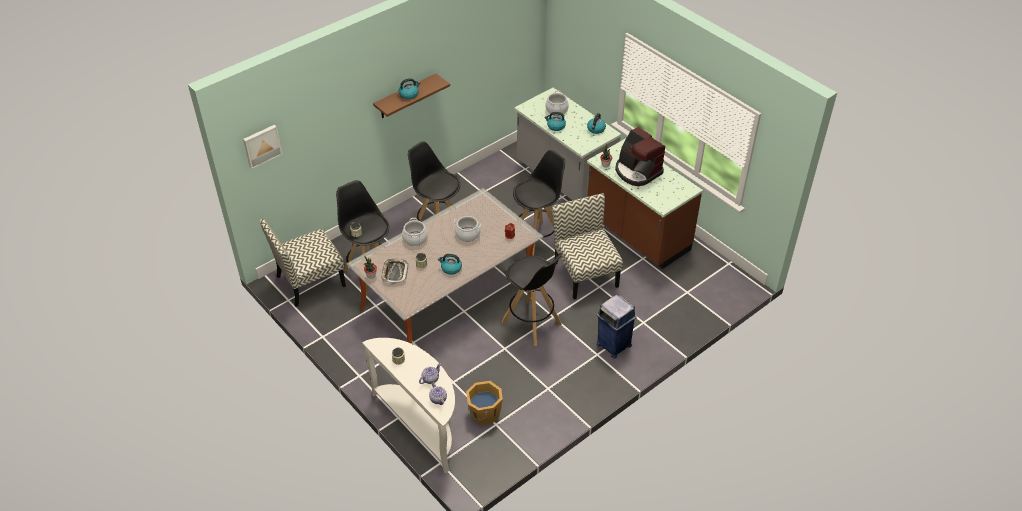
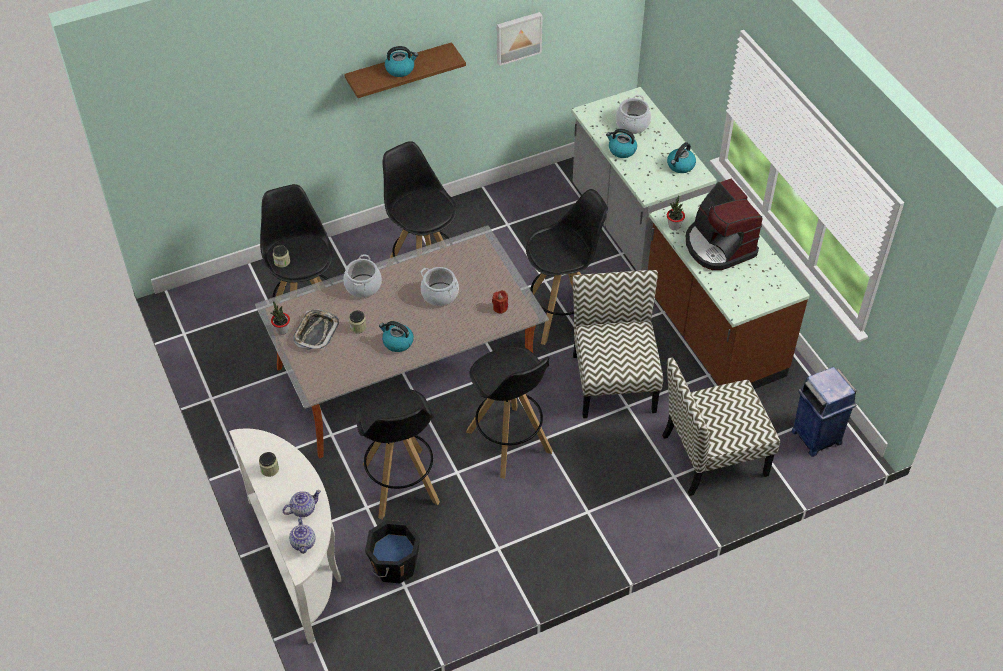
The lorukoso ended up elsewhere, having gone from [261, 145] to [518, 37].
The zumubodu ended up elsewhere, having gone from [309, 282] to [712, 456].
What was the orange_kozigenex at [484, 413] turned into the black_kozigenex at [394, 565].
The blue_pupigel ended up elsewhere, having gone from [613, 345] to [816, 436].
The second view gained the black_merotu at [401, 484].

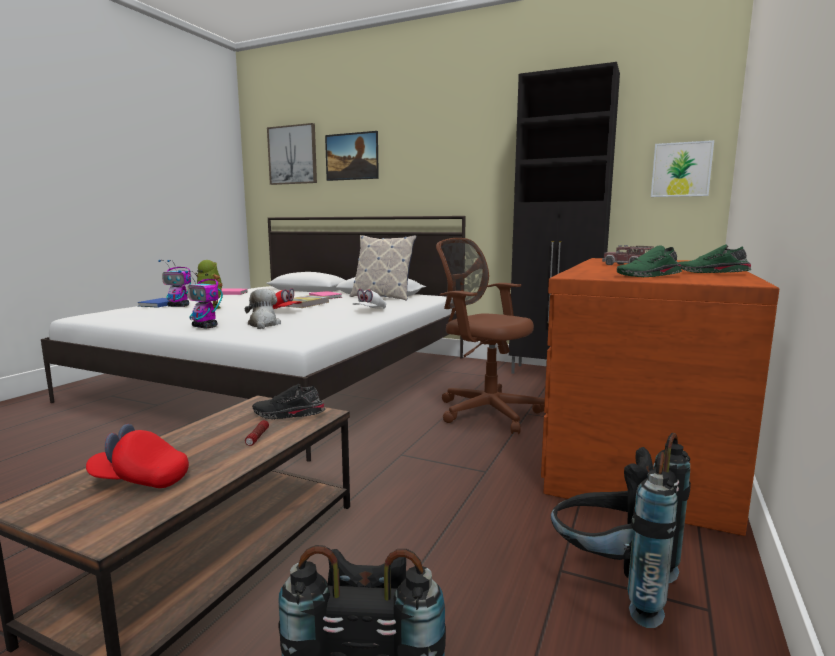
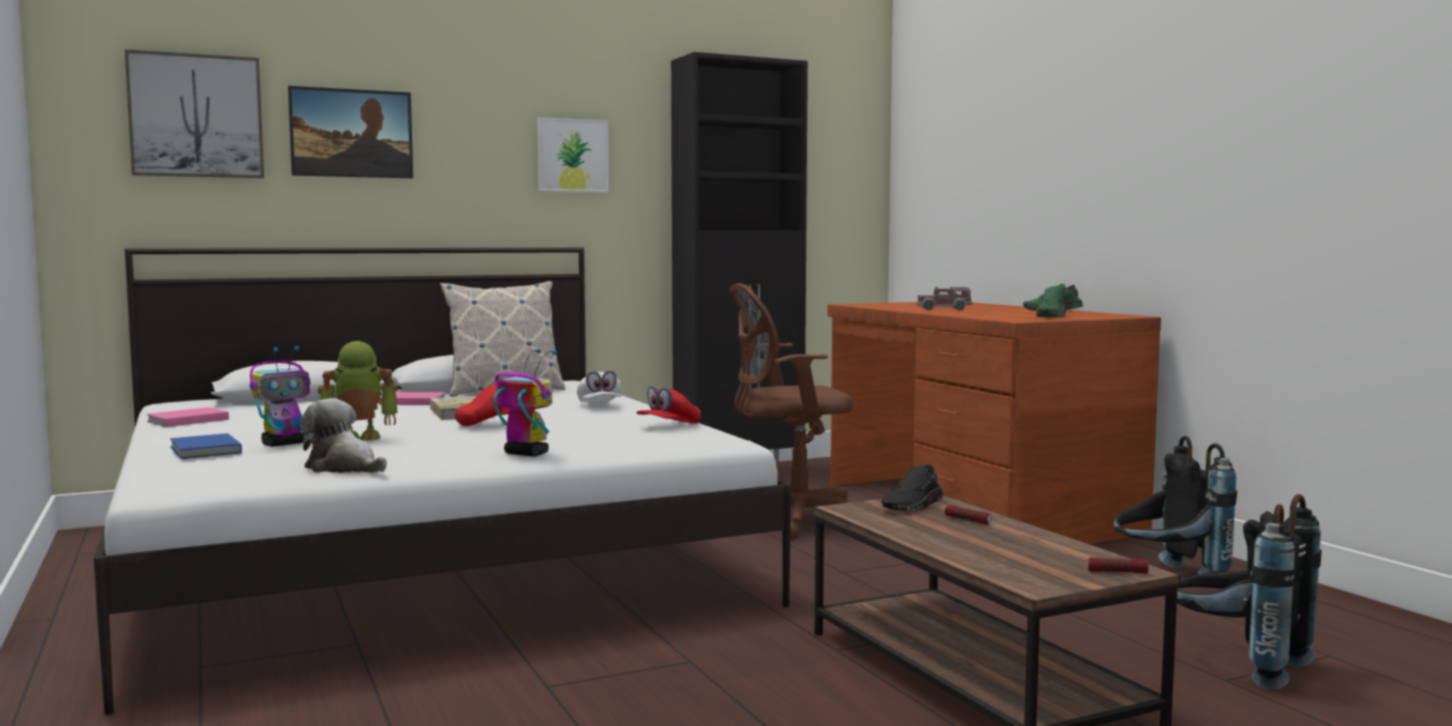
The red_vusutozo ended up elsewhere, having gone from [140, 480] to [669, 426].
The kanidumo at [205, 327] ended up facing another way, 135 degrees counterclockwise from before.
The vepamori ended up elsewhere, having gone from [263, 324] to [344, 468].
The lorukoso ended up elsewhere, having gone from [681, 169] to [572, 155].
The second view gained the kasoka at [1117, 572].

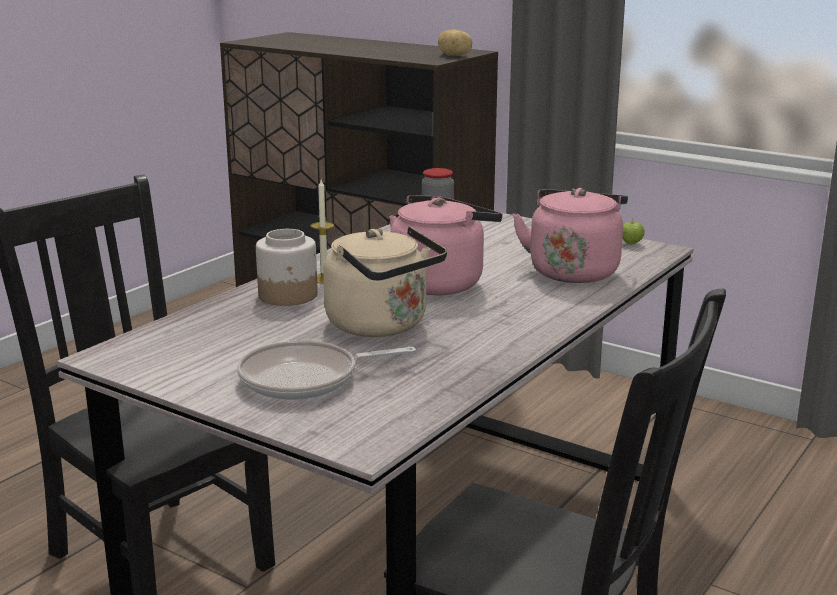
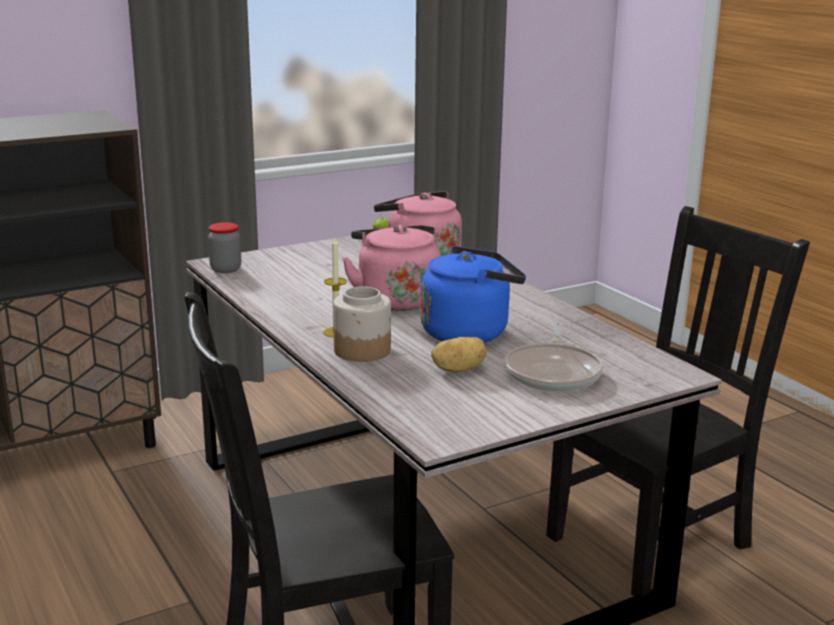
What was the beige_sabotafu at [382, 326] turned into the blue_sabotafu at [469, 332].
The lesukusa ended up elsewhere, having gone from [454, 55] to [458, 370].

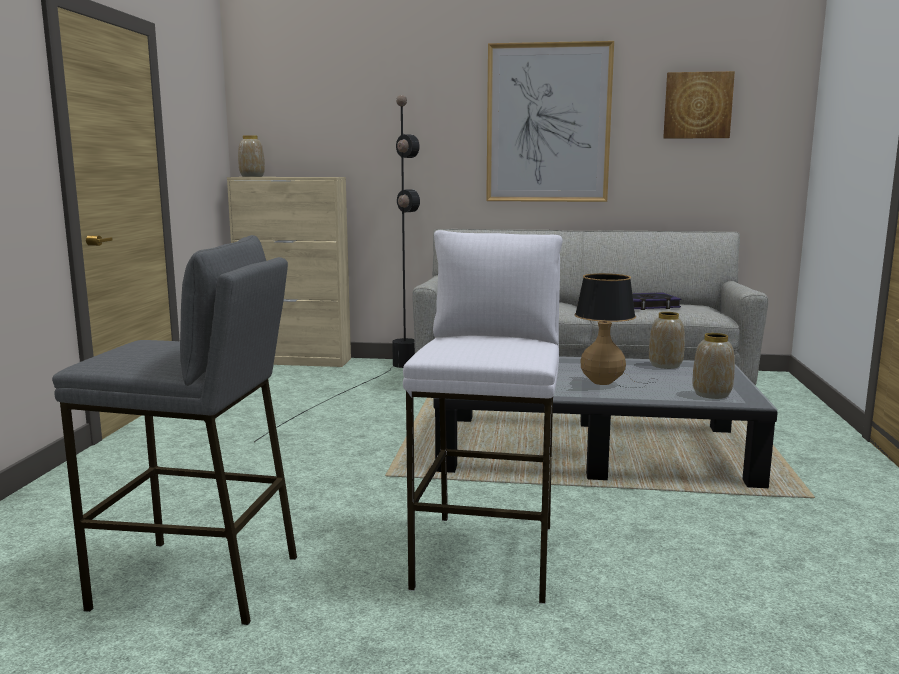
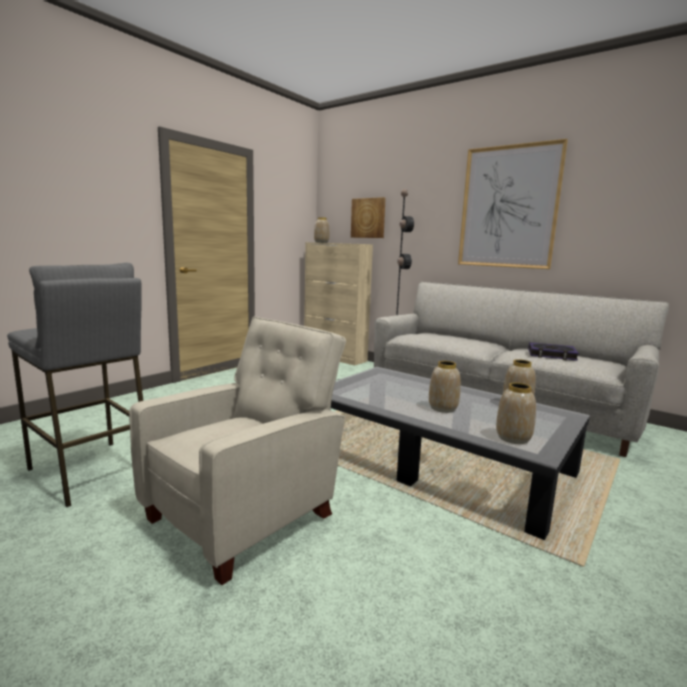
Where the white_merotu stood at [488, 555], the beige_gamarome came to stand at [247, 514].
Where the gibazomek stood at [609, 382], the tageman came to stand at [442, 408].
The lorukoso ended up elsewhere, having gone from [697, 105] to [368, 218].

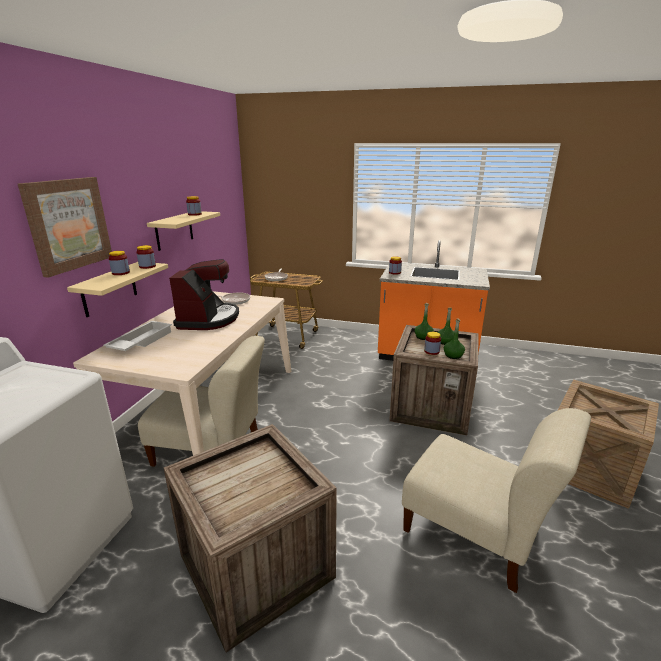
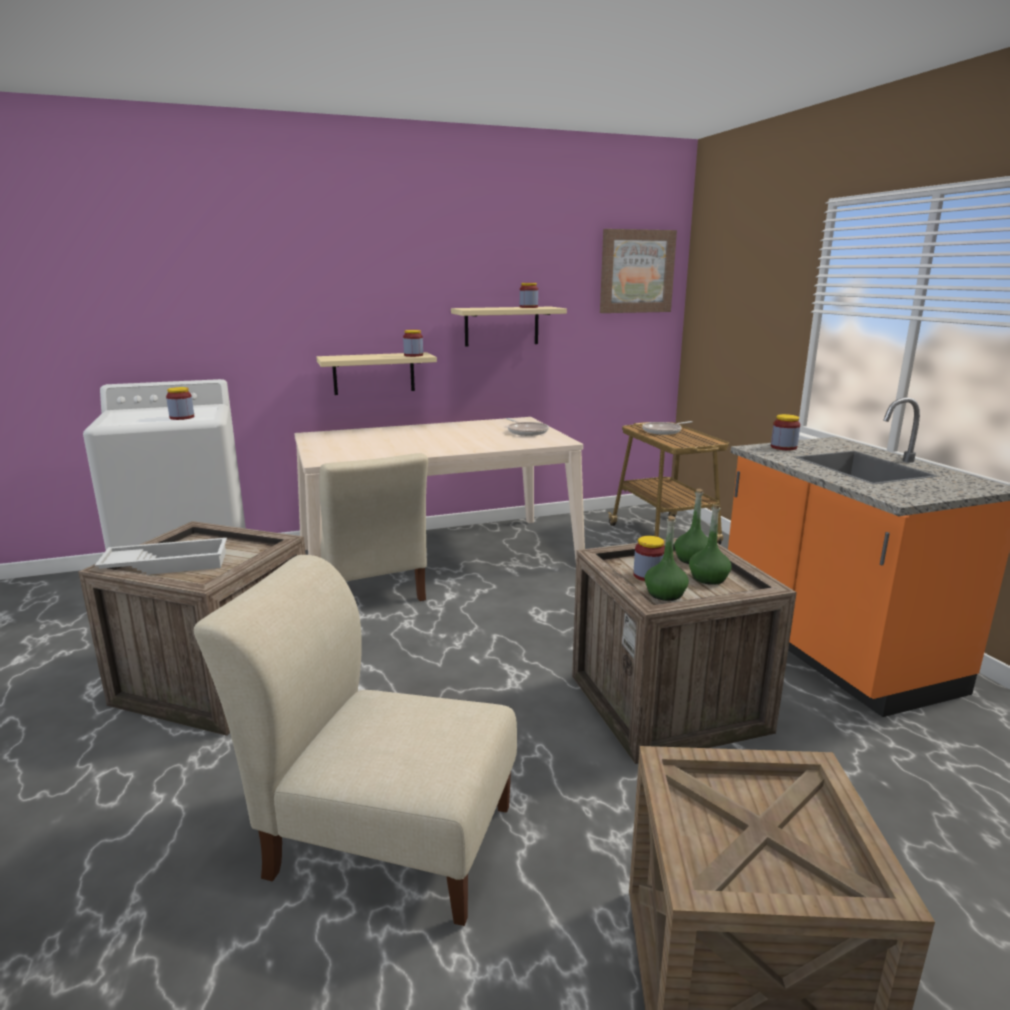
The lorukoso ended up elsewhere, having gone from [68, 224] to [636, 271].
The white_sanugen ended up elsewhere, having gone from [140, 341] to [168, 564].
The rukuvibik ended up elsewhere, having gone from [121, 273] to [182, 417].
The second view lost the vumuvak at [208, 319].
The beige_zumubodu at [476, 533] ended up facing another way, 105 degrees clockwise from before.

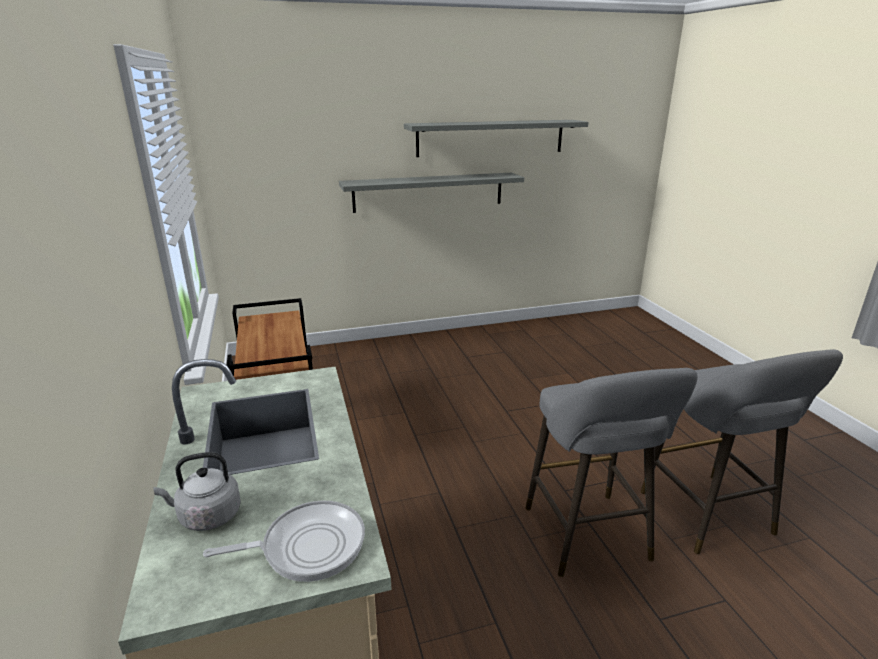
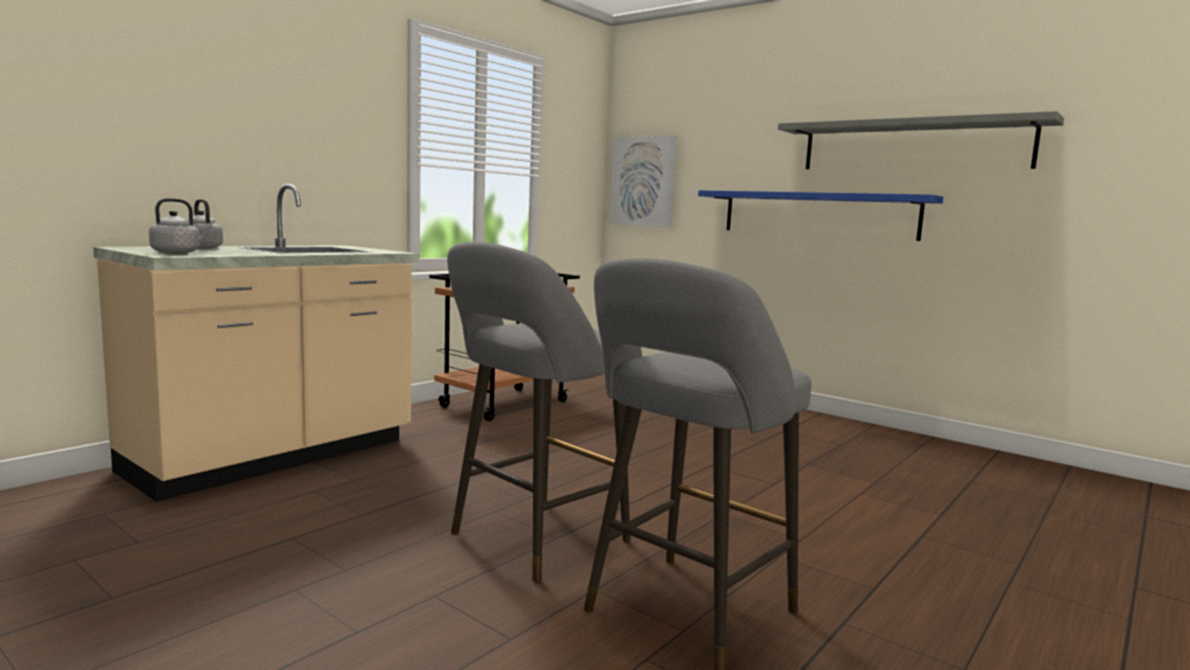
Where the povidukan stood at [307, 546], the grey_sabotafu came to stand at [178, 253].
What was the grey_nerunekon at [428, 192] turned into the blue_nerunekon at [817, 214].
The second view gained the lorukoso at [643, 181].

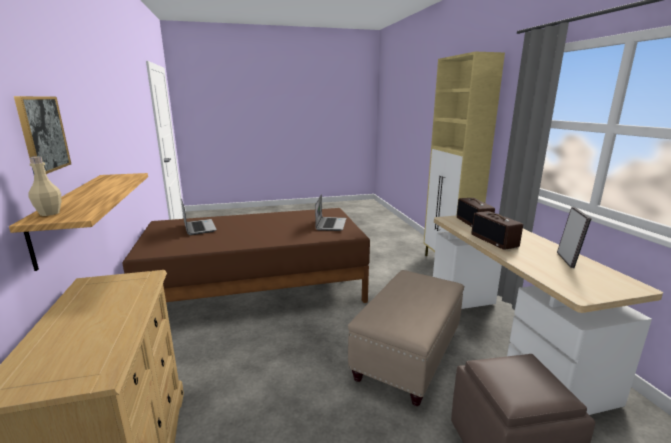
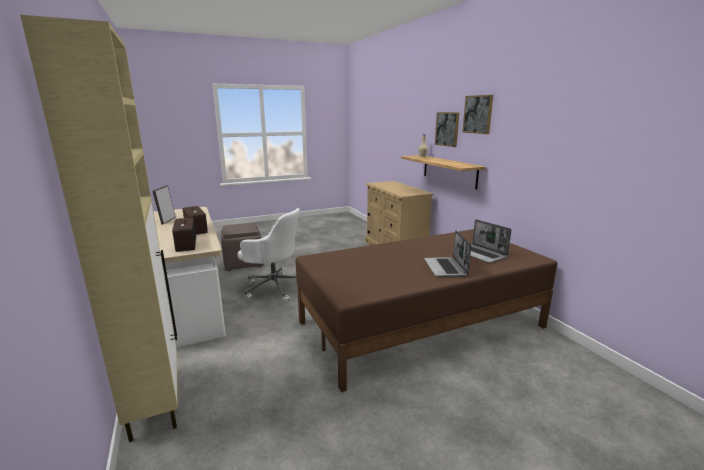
The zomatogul ended up elsewhere, having gone from [330, 224] to [446, 268].
Where the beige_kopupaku stood at [408, 355], the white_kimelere came to stand at [274, 287].
The second view gained the lorukoso at [478, 114].

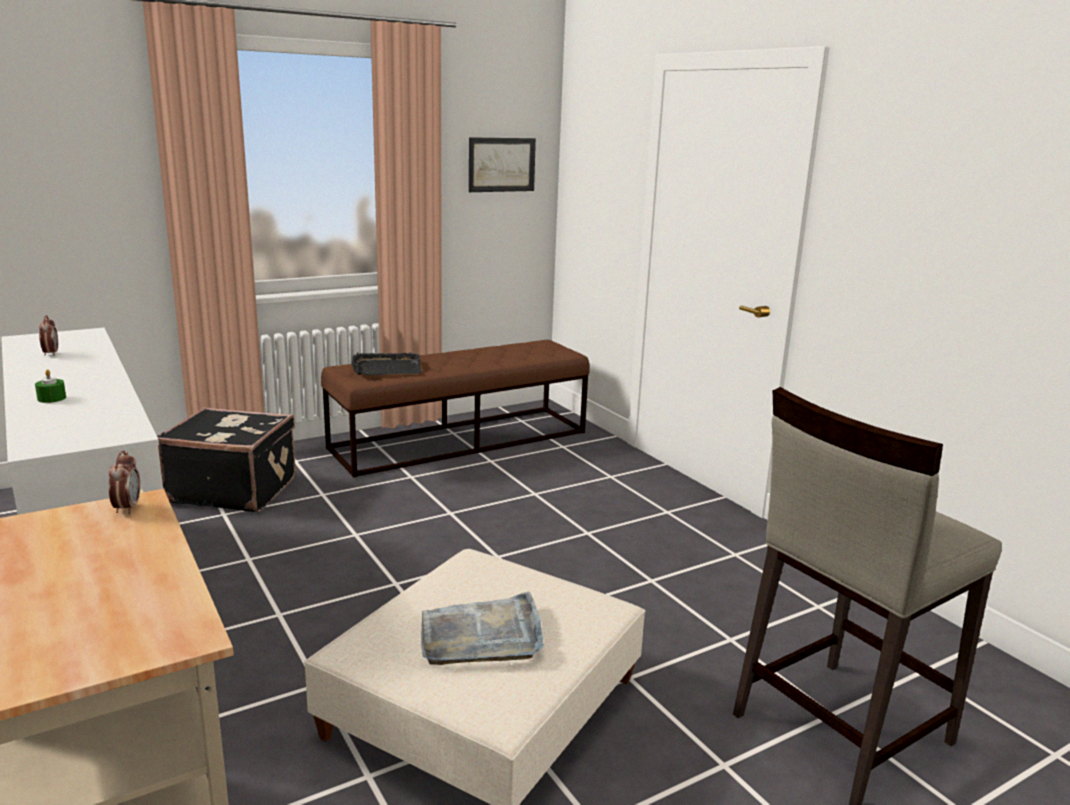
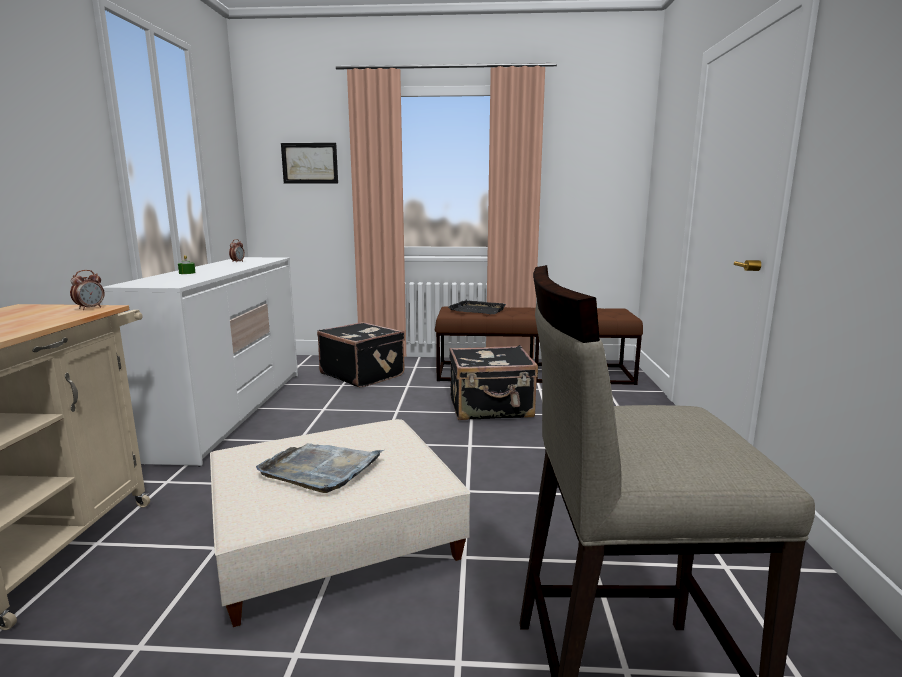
The lorukoso ended up elsewhere, having gone from [501, 164] to [310, 163].
The second view gained the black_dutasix at [491, 408].

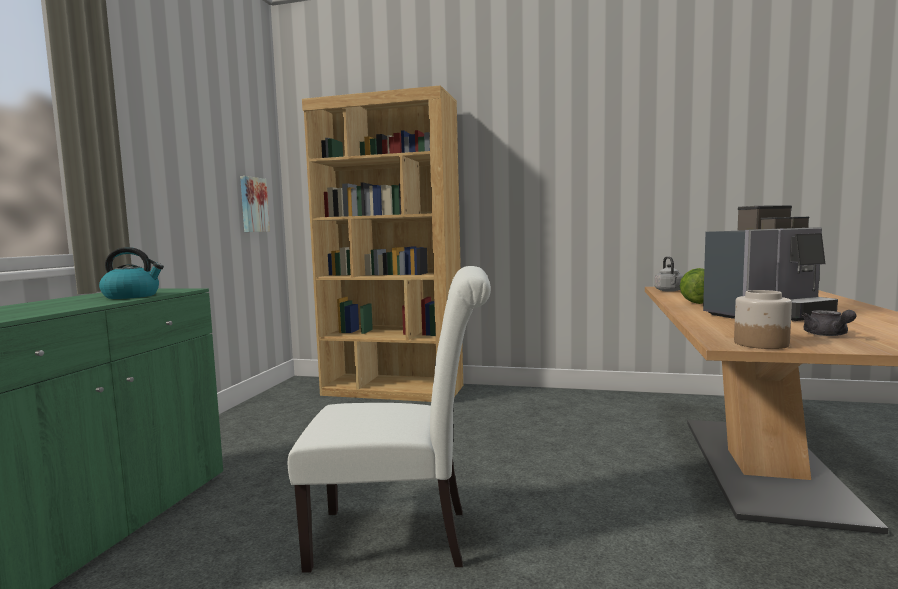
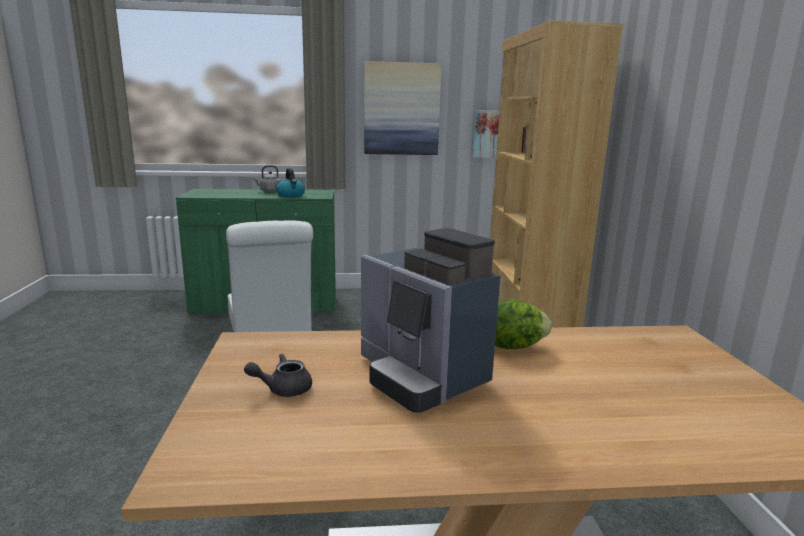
The grey_sabotafu ended up elsewhere, having gone from [669, 291] to [269, 191].
The second view lost the rukuvibik at [760, 344].
The second view gained the lorukoso at [401, 109].

